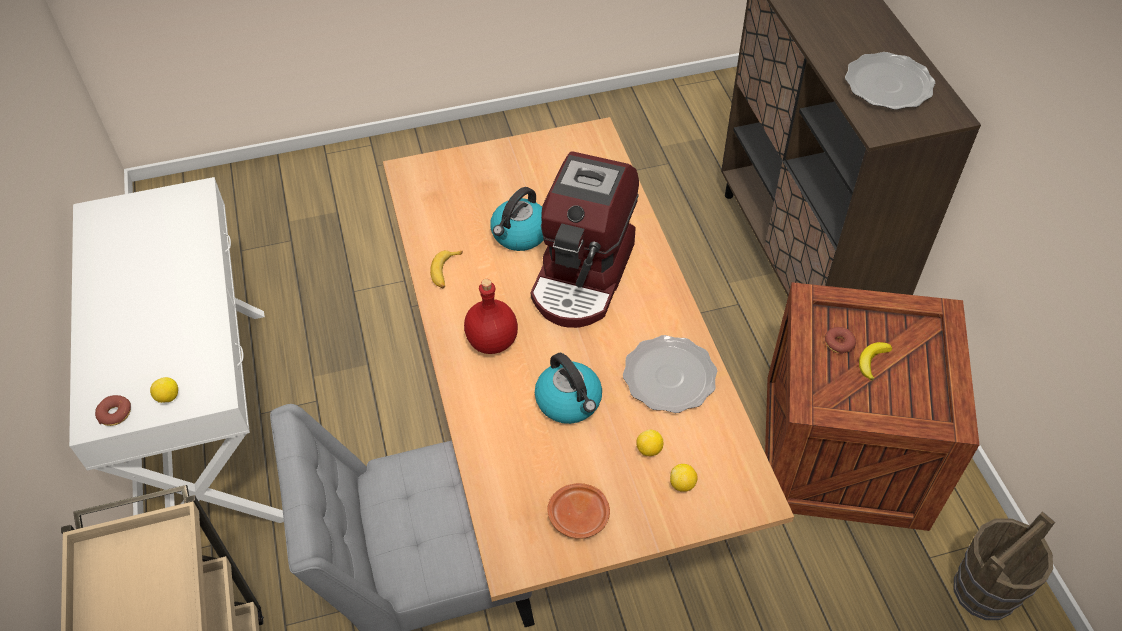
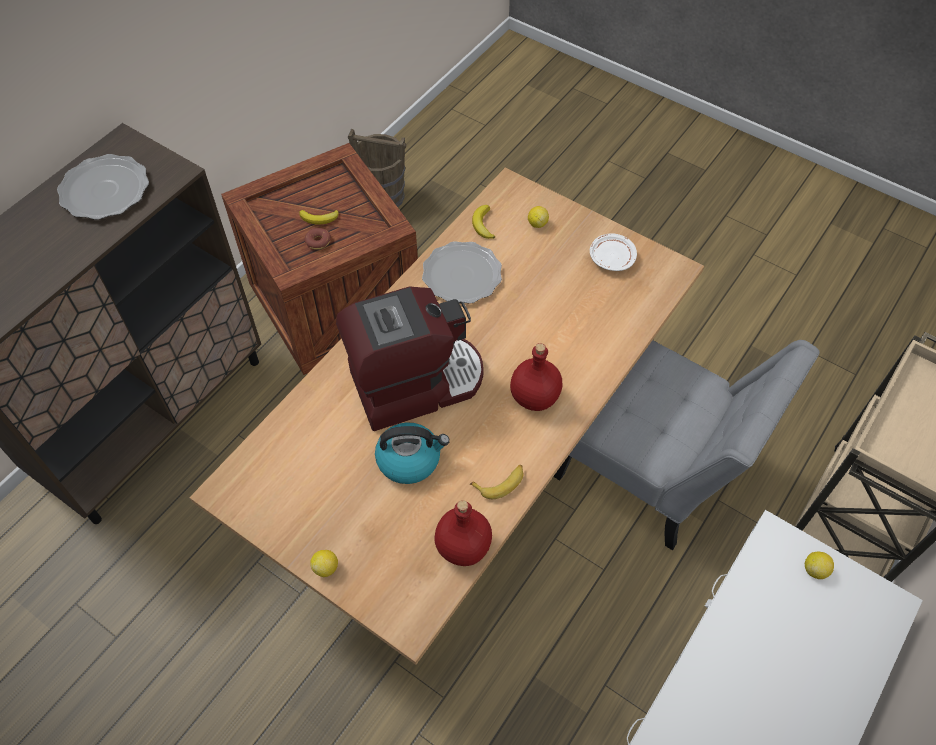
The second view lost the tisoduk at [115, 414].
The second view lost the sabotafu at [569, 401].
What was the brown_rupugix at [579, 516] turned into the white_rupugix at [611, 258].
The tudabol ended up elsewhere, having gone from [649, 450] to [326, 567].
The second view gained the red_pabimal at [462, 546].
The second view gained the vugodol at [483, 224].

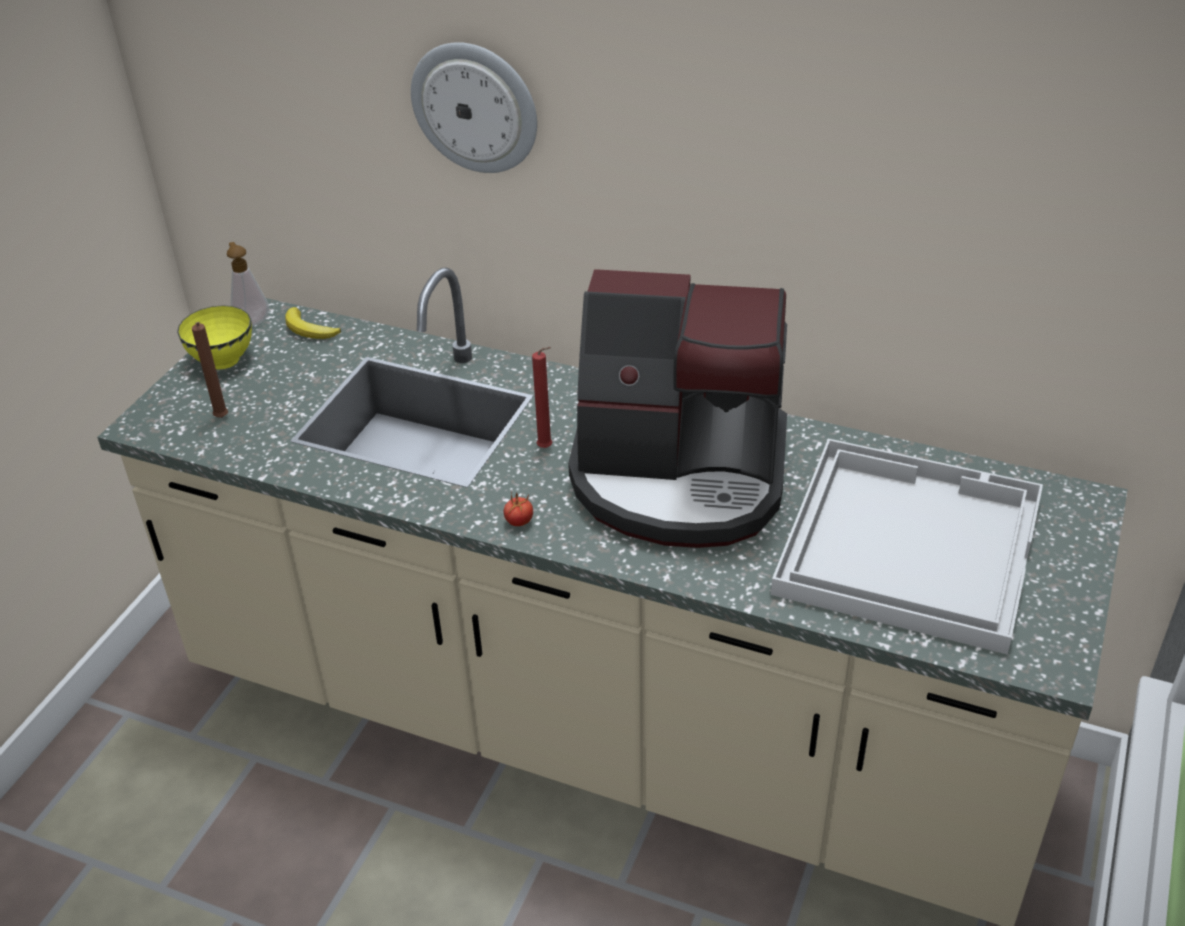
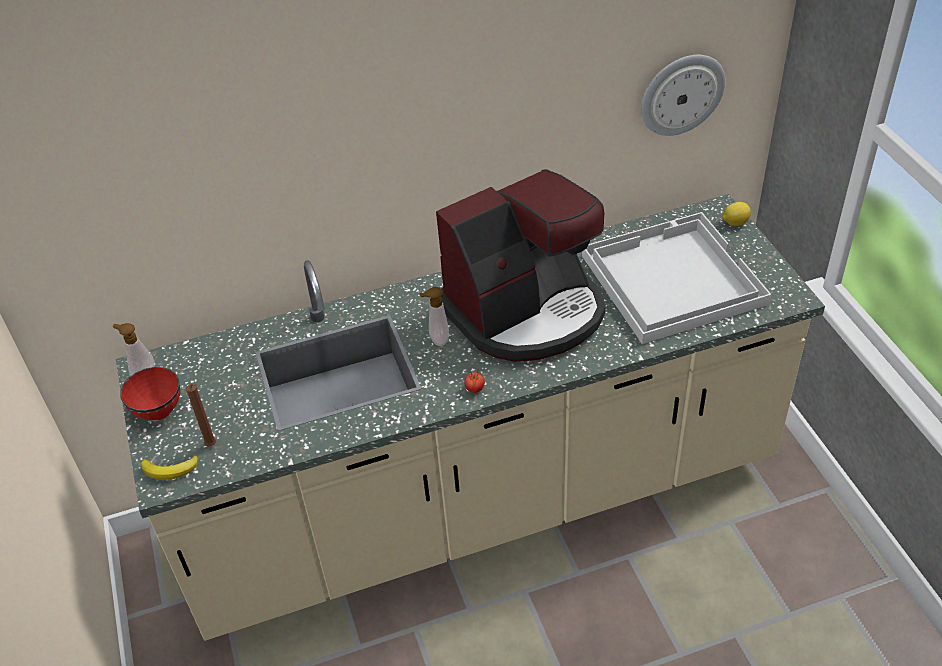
What was the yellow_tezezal at [222, 359] turned into the red_tezezal at [157, 410].
The vugodol ended up elsewhere, having gone from [309, 329] to [171, 470].
The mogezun ended up elsewhere, having gone from [475, 107] to [681, 94].
Where the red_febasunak stood at [547, 448], the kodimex came to stand at [437, 340].
The second view gained the tudabol at [735, 222].

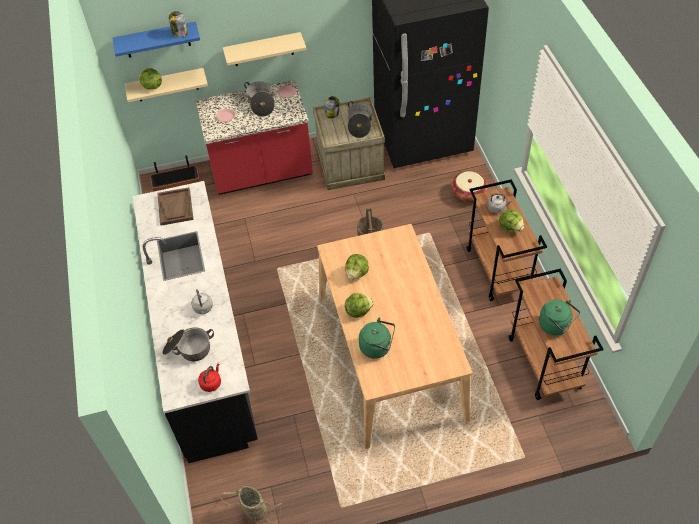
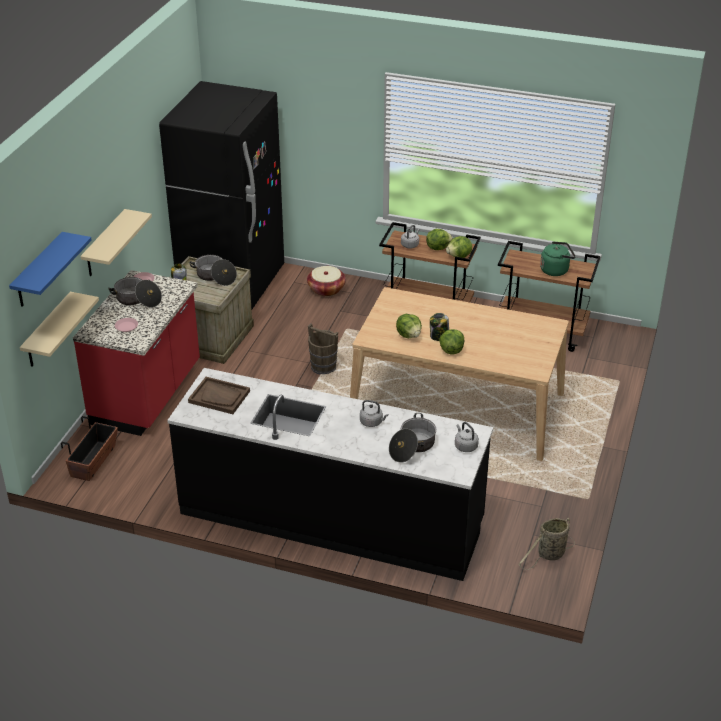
The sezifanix ended up elsewhere, having gone from [152, 86] to [459, 256].
The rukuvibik ended up elsewhere, having gone from [179, 33] to [439, 336].
What was the red_sabotafu at [211, 383] turned into the grey_sabotafu at [465, 446].
The second view lost the green_sabotafu at [377, 347].

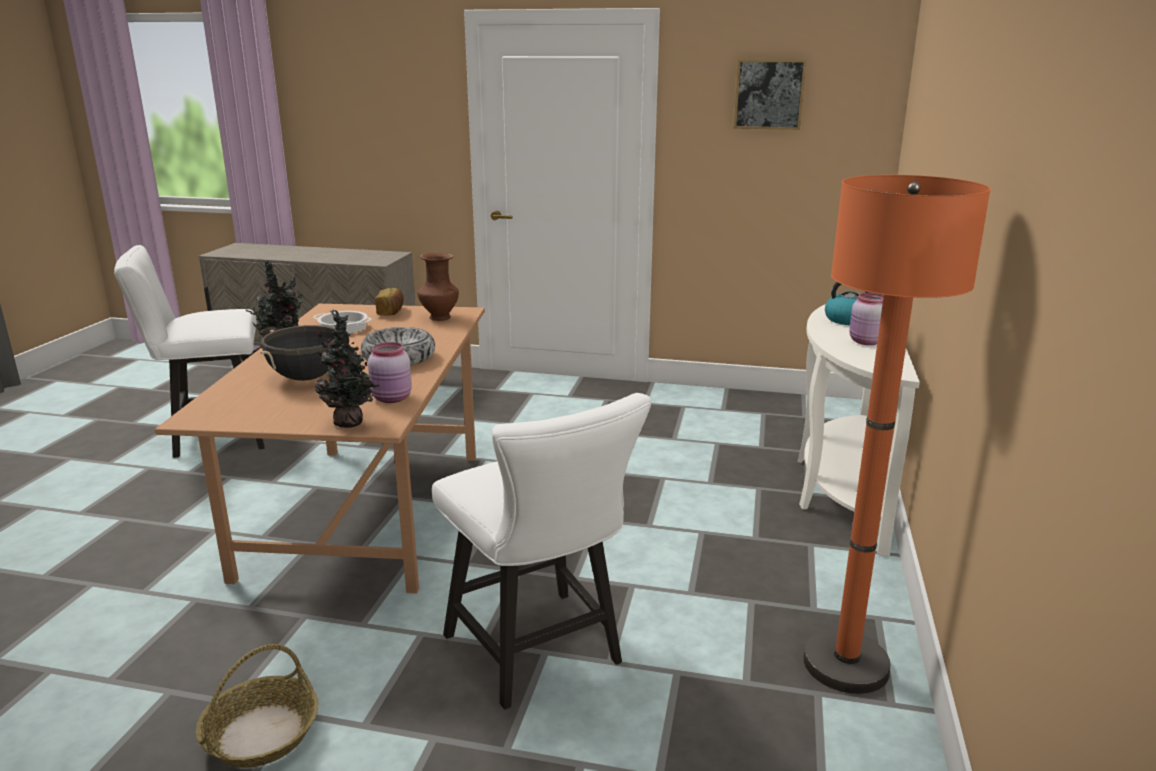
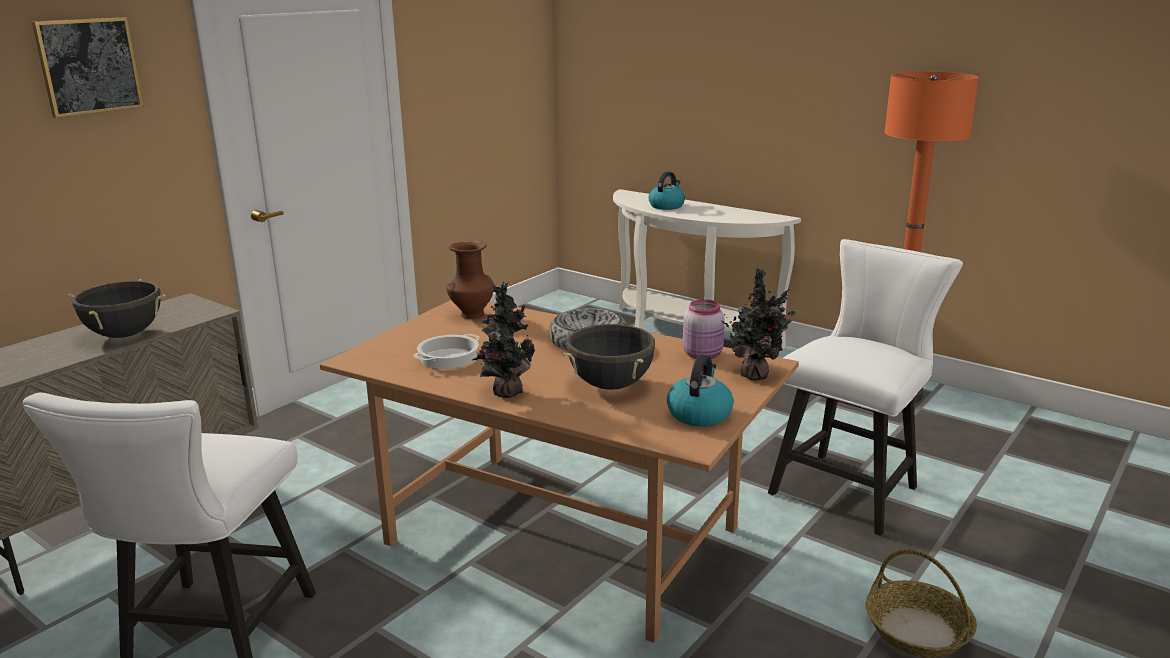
The second view lost the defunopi at [391, 312].
The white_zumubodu at [540, 655] ended up facing another way, 45 degrees counterclockwise from before.
The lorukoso ended up elsewhere, having gone from [769, 94] to [89, 66].
The second view lost the pink_rukuvibik at [865, 342].
The second view gained the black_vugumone at [125, 335].
The second view gained the sabotafu at [699, 414].

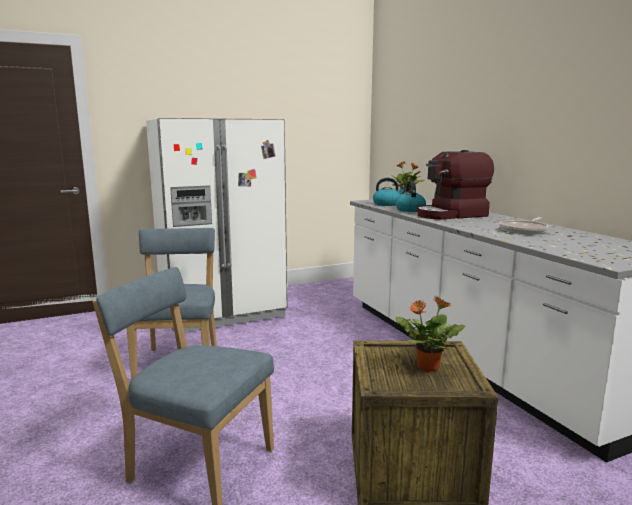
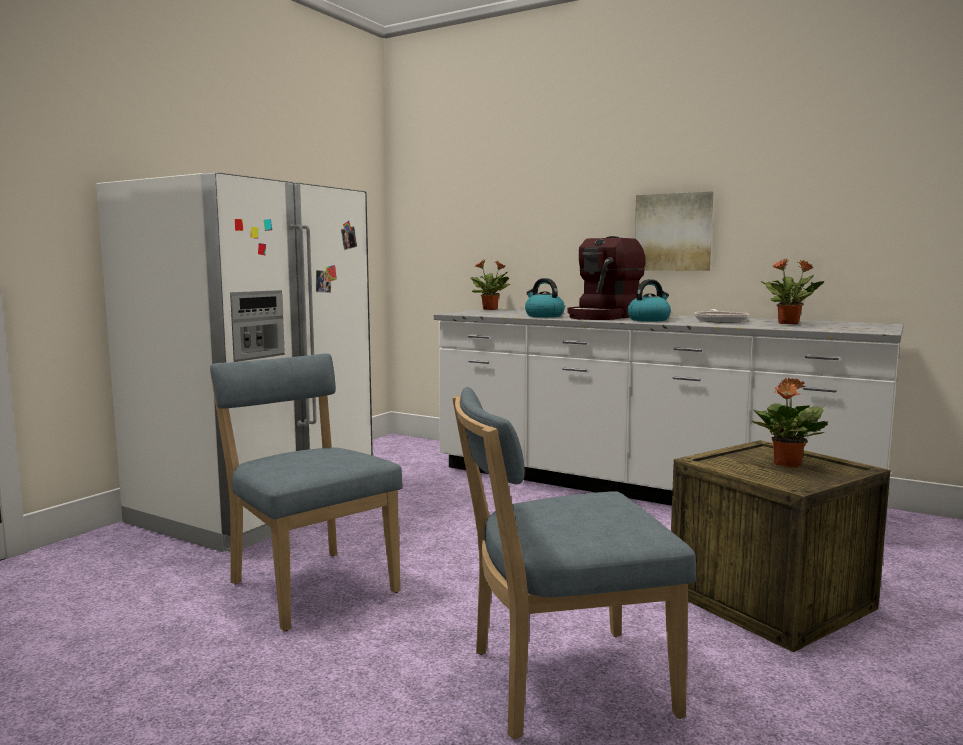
The sabotafu ended up elsewhere, having gone from [387, 204] to [649, 320].
The second view gained the lorukoso at [673, 232].
The second view gained the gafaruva at [789, 323].

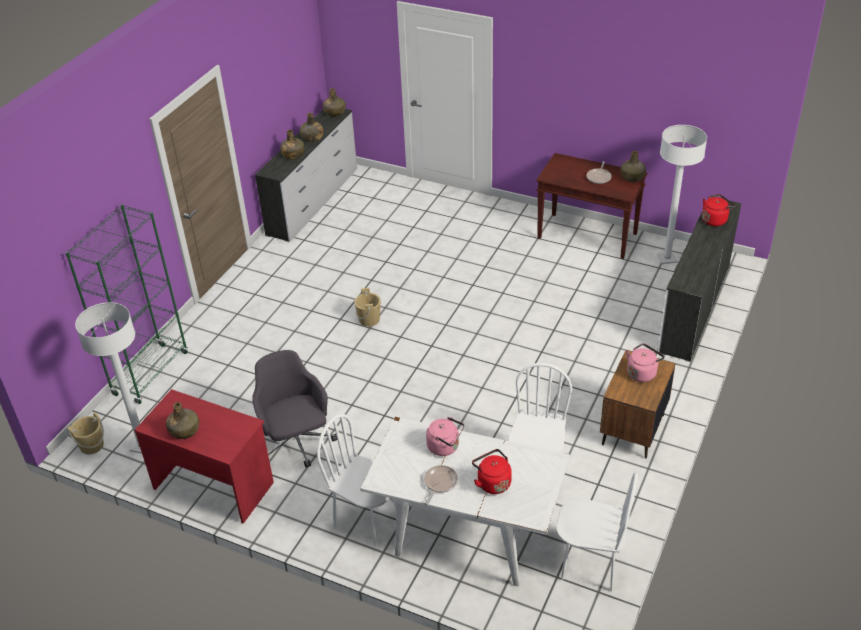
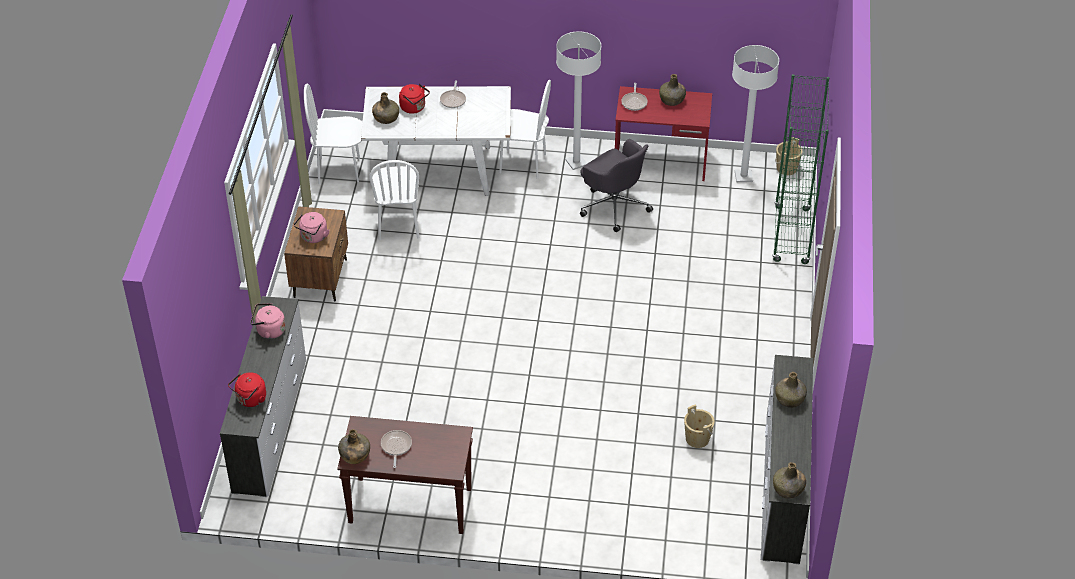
The green_pabimal ended up elsewhere, having gone from [312, 138] to [386, 118].
The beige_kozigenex ended up elsewhere, having gone from [369, 319] to [697, 438].
The pink_sabotafu ended up elsewhere, having gone from [445, 447] to [269, 331].
The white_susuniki ended up elsewhere, having gone from [667, 259] to [576, 163].
The second view gained the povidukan at [634, 102].

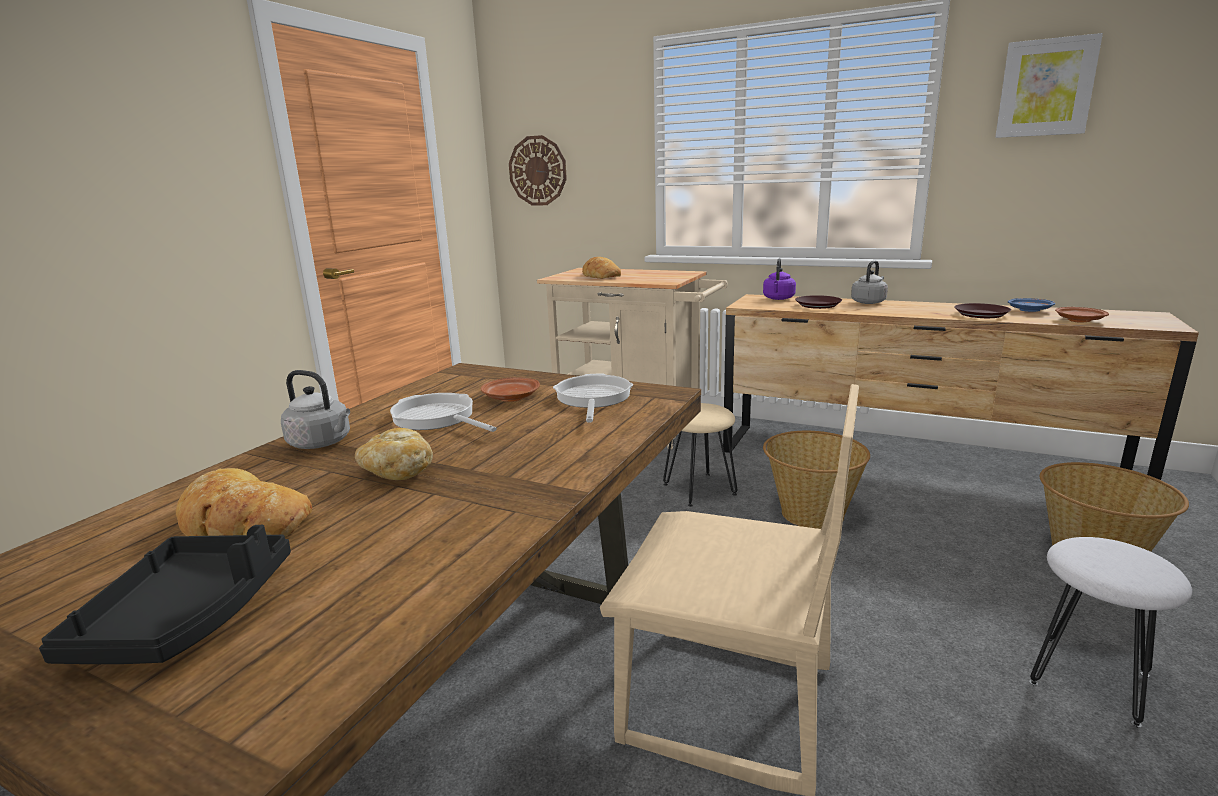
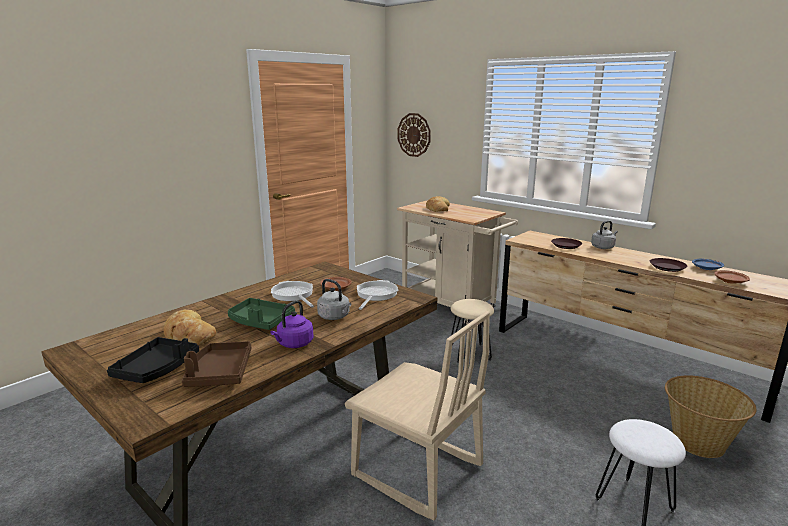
The grey_sabotafu ended up elsewhere, having gone from [322, 443] to [335, 317].
Where the defunopi stood at [397, 472], the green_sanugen came to stand at [260, 321].
The purple_sabotafu ended up elsewhere, having gone from [778, 298] to [294, 344].
The second view lost the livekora at [811, 514].
The second view lost the lorukoso at [1045, 88].
The second view gained the brown_sanugen at [220, 373].

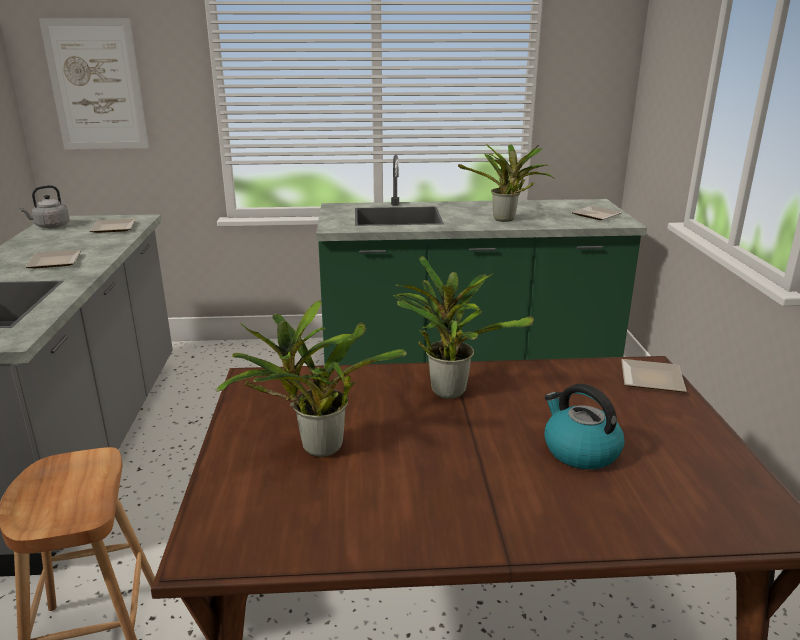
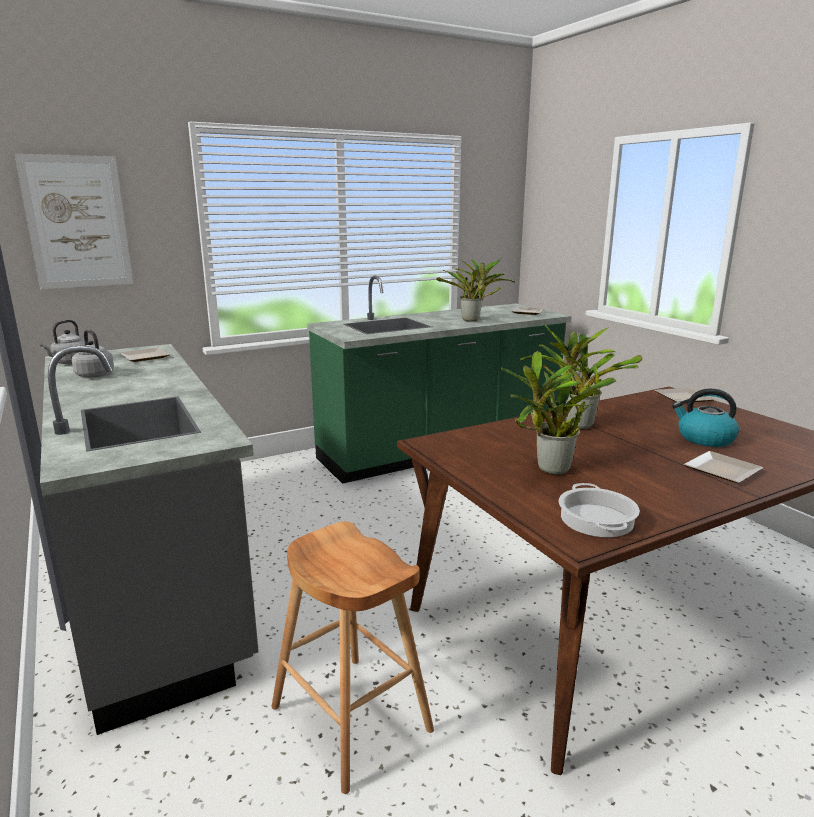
The rupugix ended up elsewhere, having gone from [56, 261] to [721, 469].
The second view gained the grey_sabotafu at [94, 374].
The second view gained the vugumone at [597, 519].

